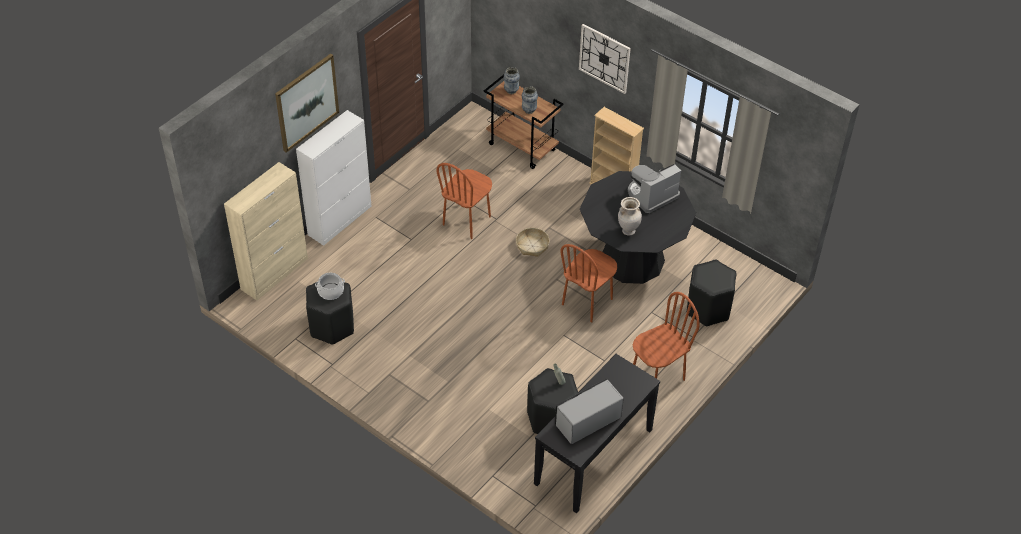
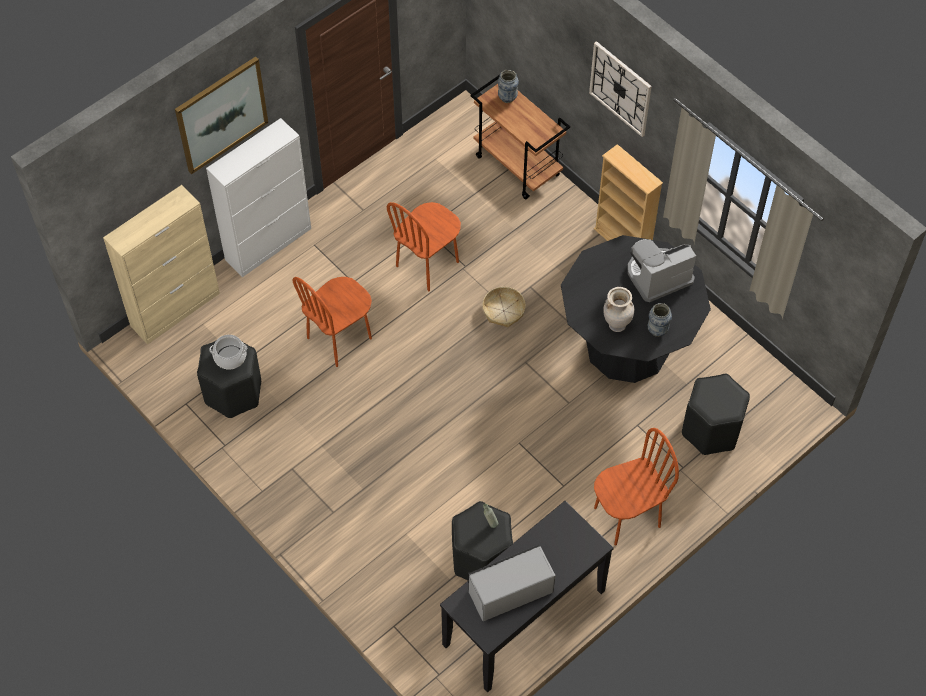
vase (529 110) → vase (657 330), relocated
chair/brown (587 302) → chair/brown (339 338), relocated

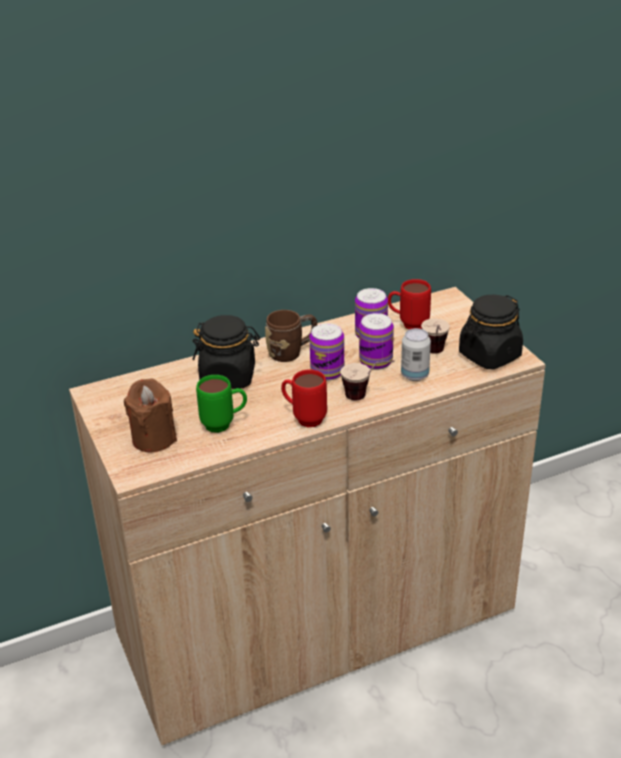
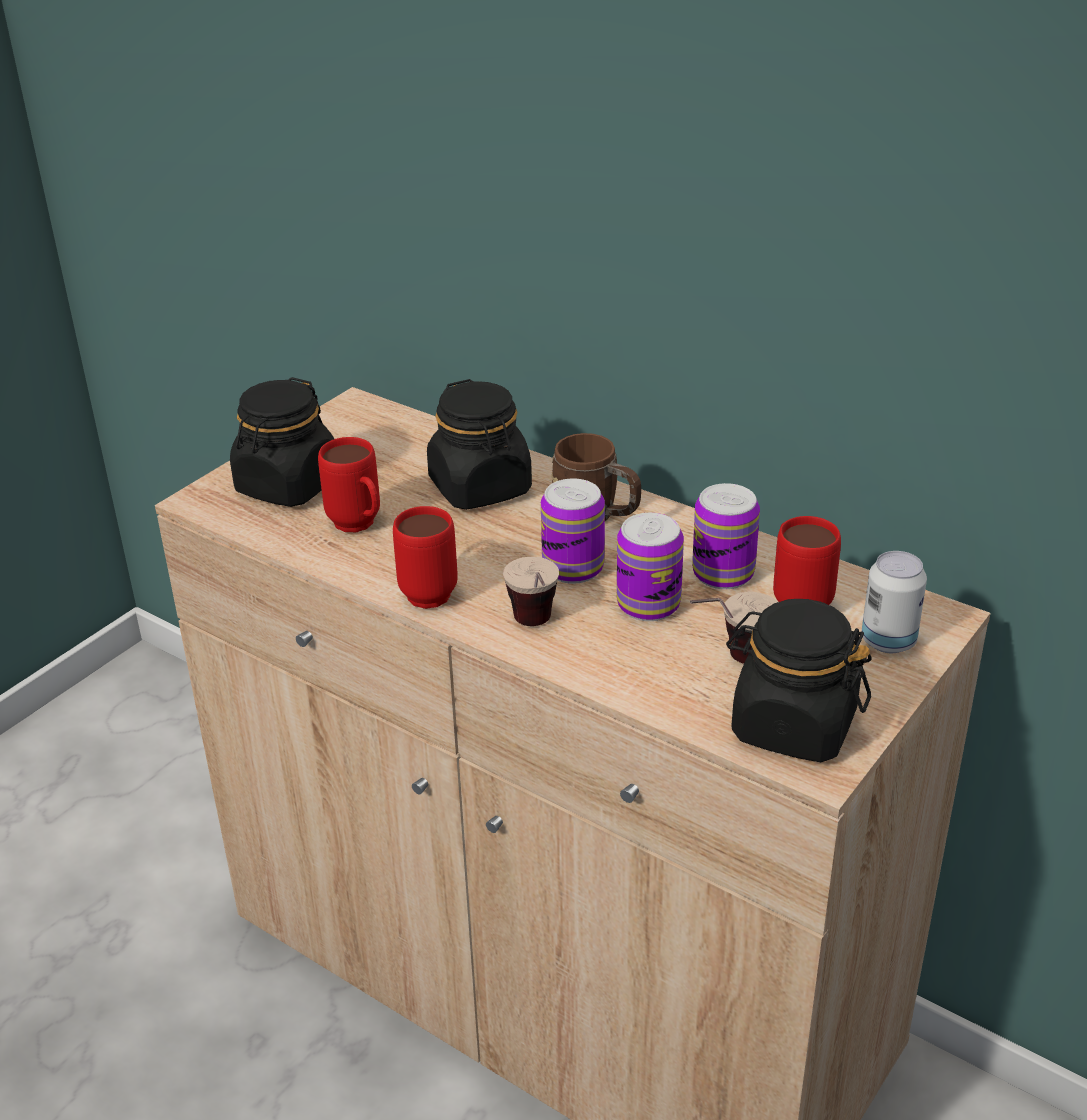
can (414 375) → can (888 641), relocated
candle/brown (154 438) → jar/black (288 485)
mug/green (224 425) → mug/red (359 527)

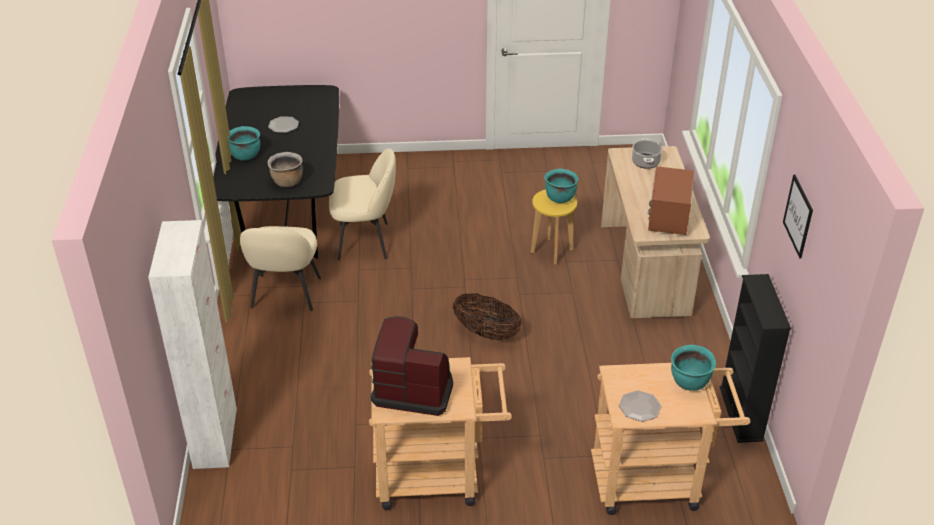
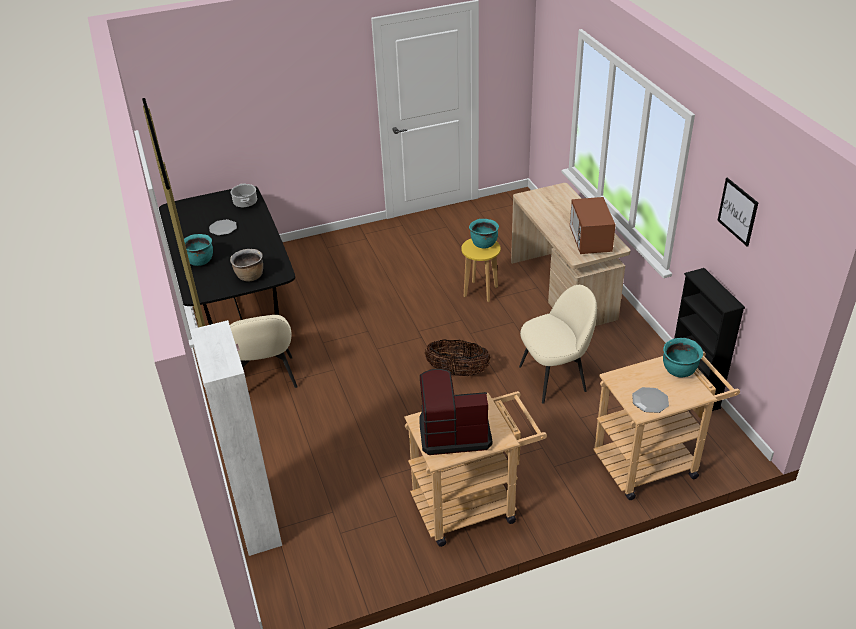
chair/beige (365 241) → chair/beige (554 378), relocated
cooking pot (645 162) → cooking pot (245 203), relocated

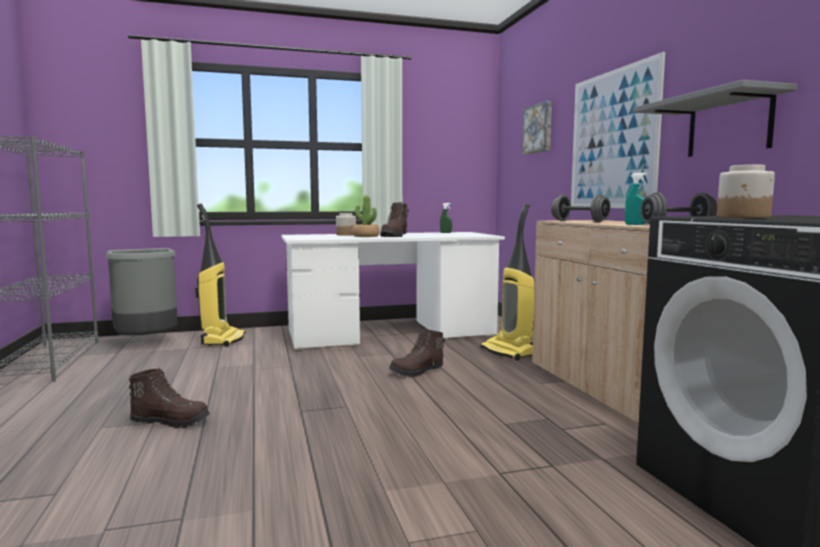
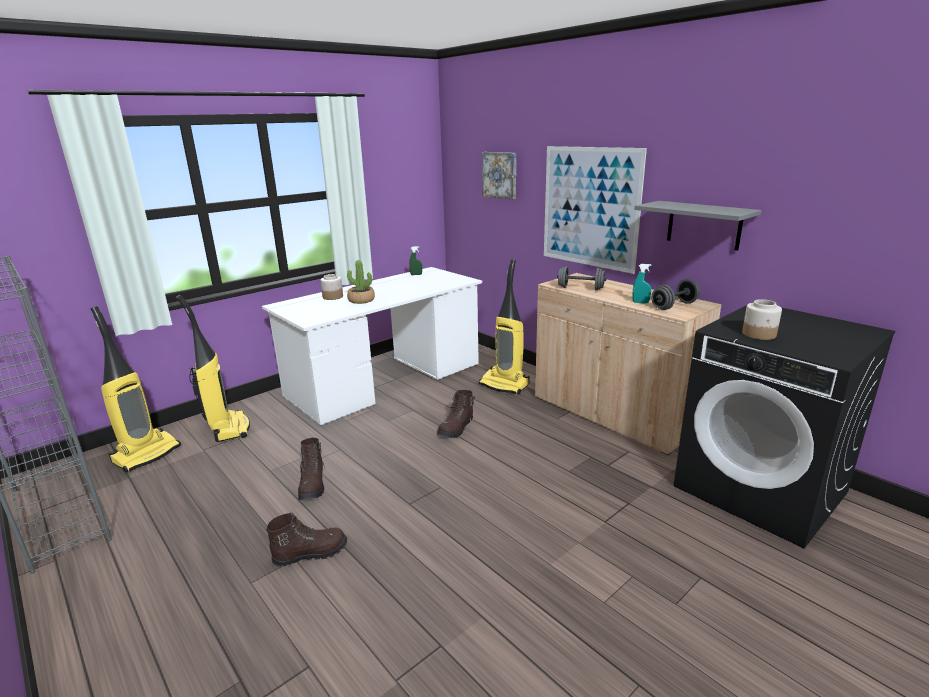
boot/brown (395 236) → boot/brown (313 485), relocated
trash can/grey (147 343) → vacuum cleaner (146 454)

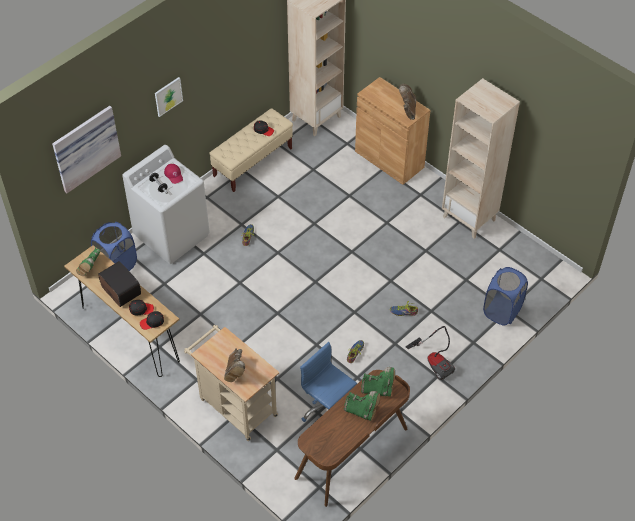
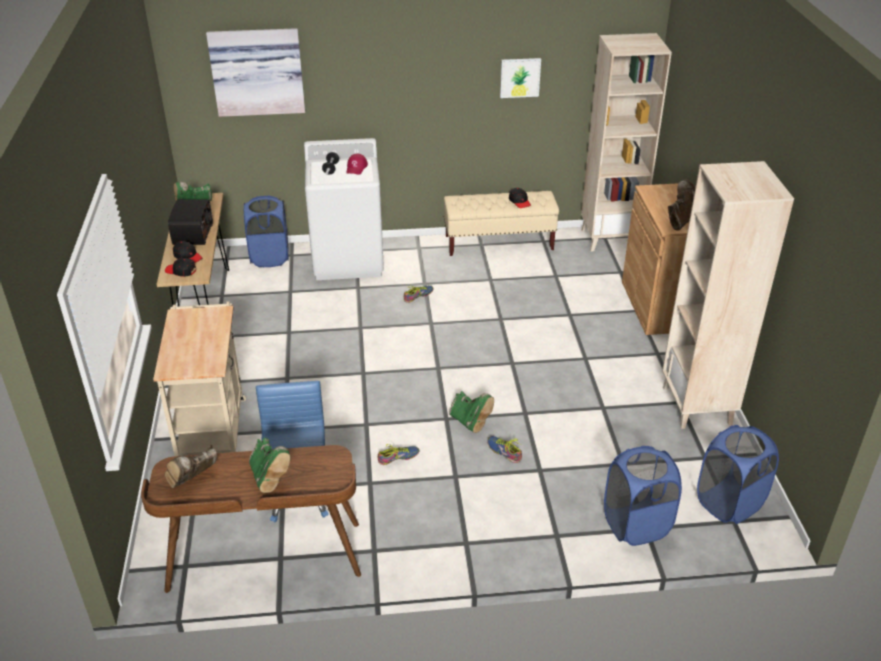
vacuum cleaner (435 362) → -
- → laundry basket/blue (729 503)
picture (168 96) → picture (520 77), relocated
boot/brown (235 372) → boot/brown (193 481), relocated
boot/green (378 390) → boot/green (470 422), relocated

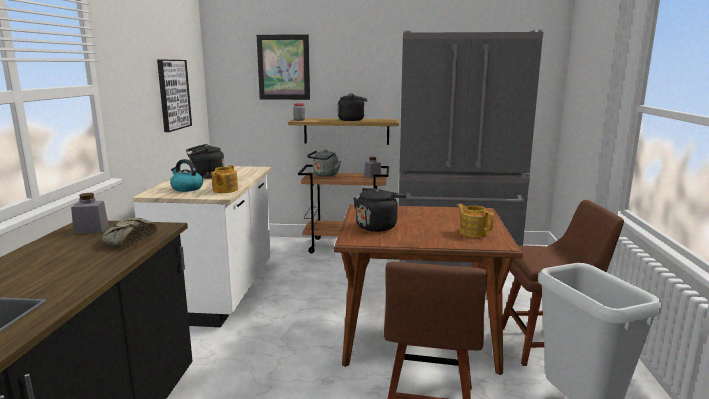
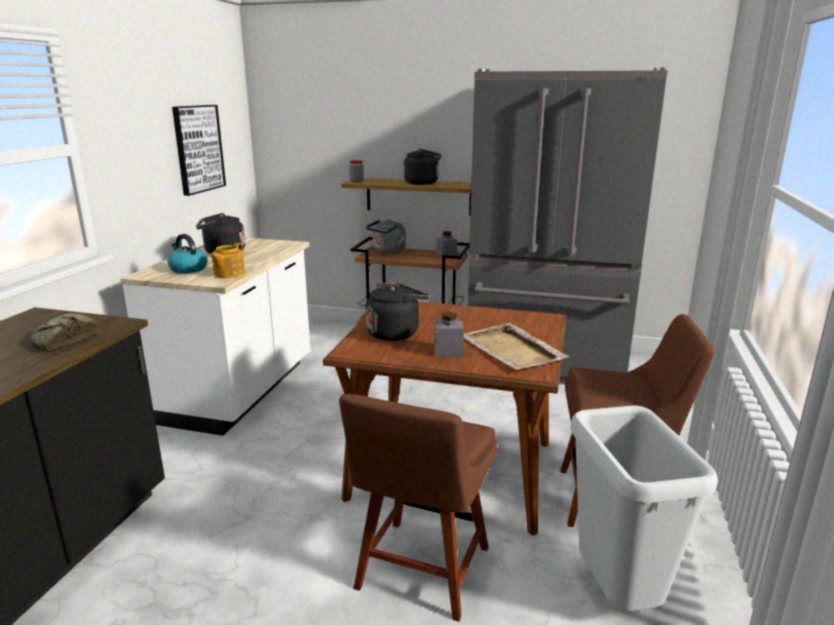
picture (283 67) → -
jar/grey (91 229) → jar/grey (448 352), relocated
teapot (473 232) → tray/beige (512 350)

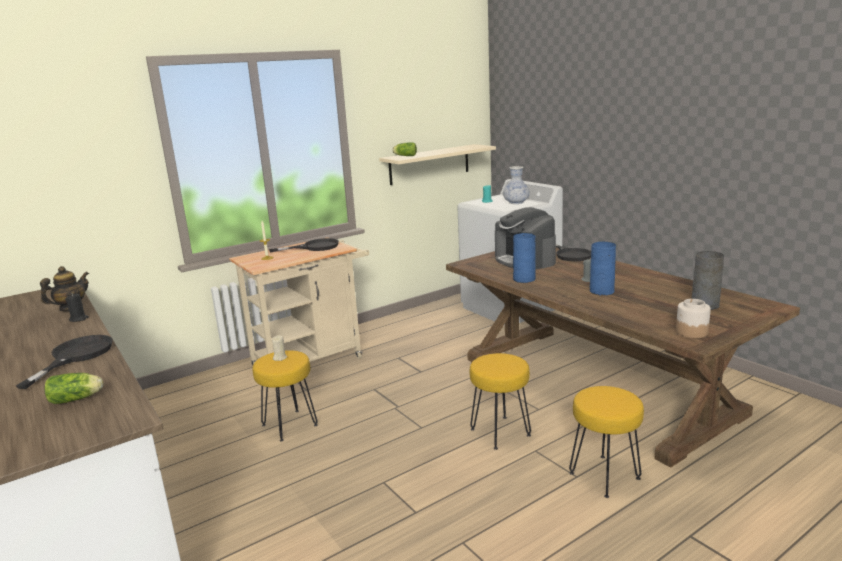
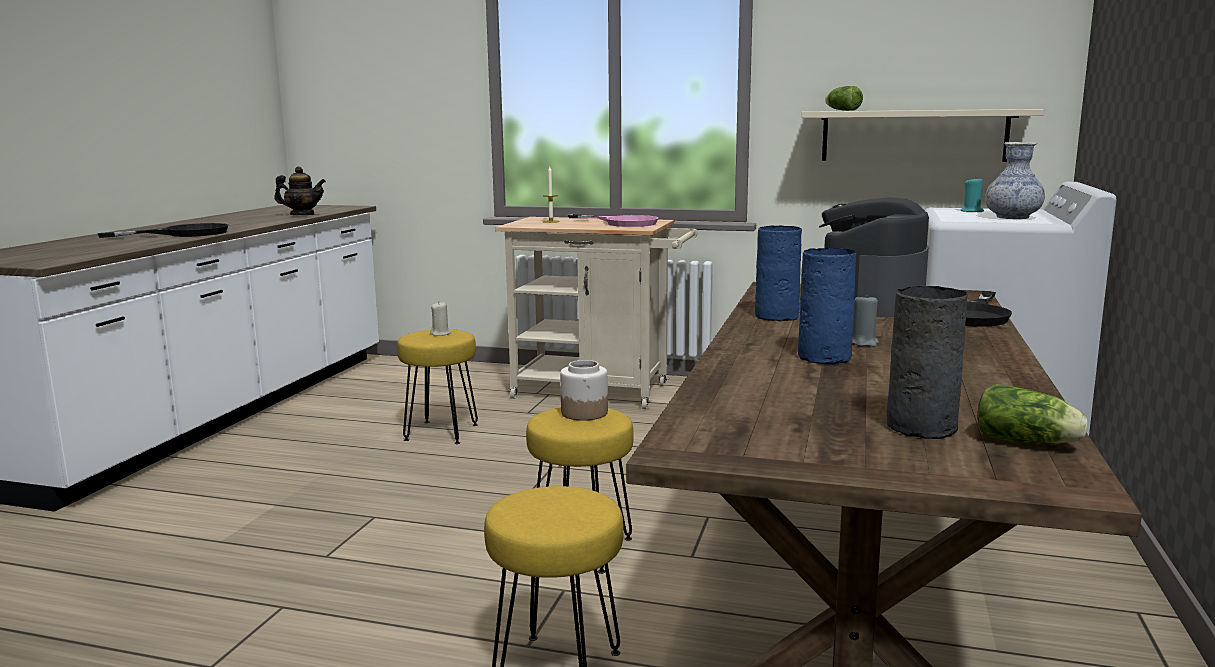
candle/black (79 319) → -
lettuce (77 399) → lettuce (1029 443), relocated
jar (691 332) → jar (585 413), relocated
frying pan/black (314 247) → frying pan/pink (623 223)

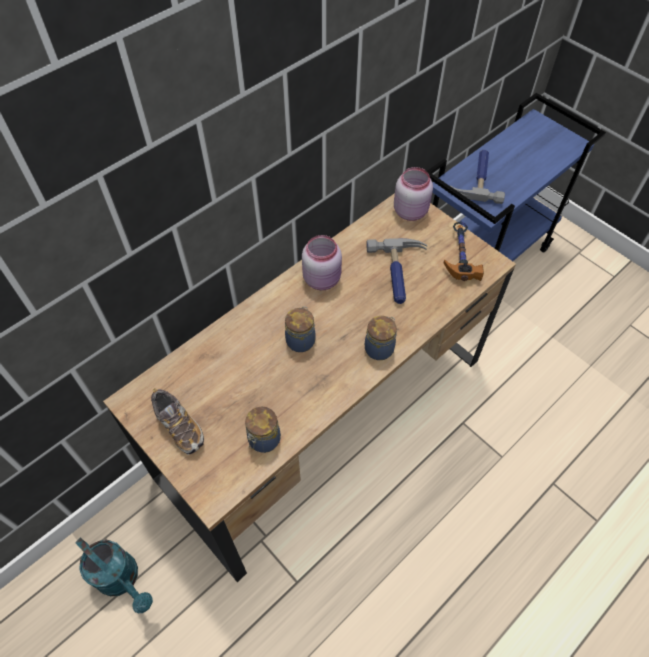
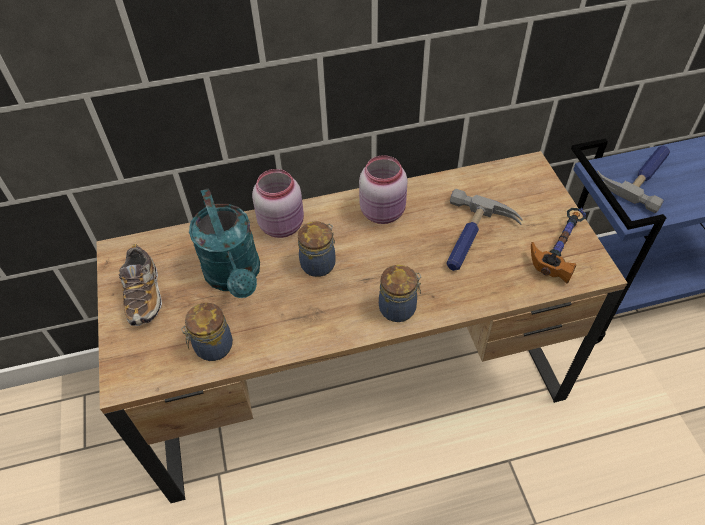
watering can/turquoise (122 579) → watering can/turquoise (235 276), relocated
jar/pink (411 211) → jar/pink (283 225), relocated

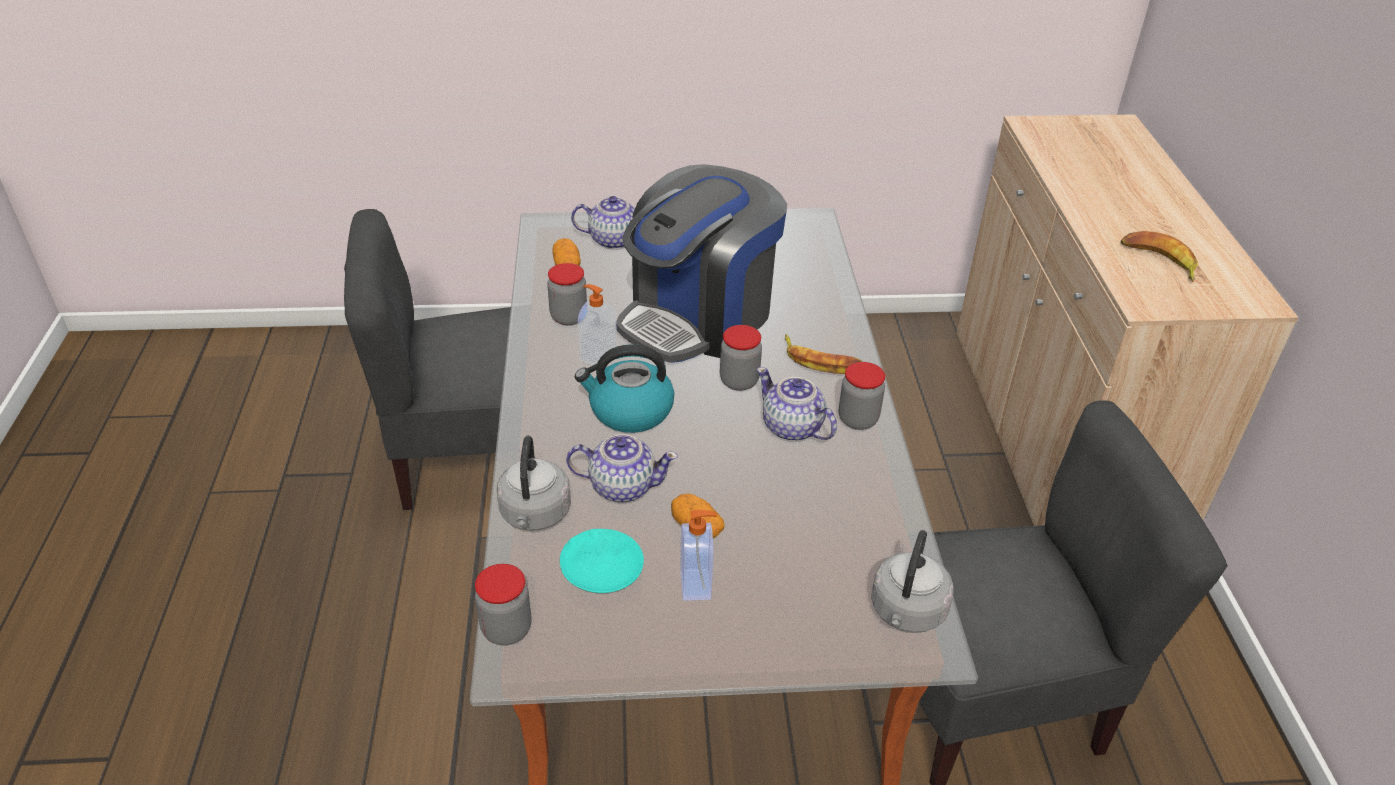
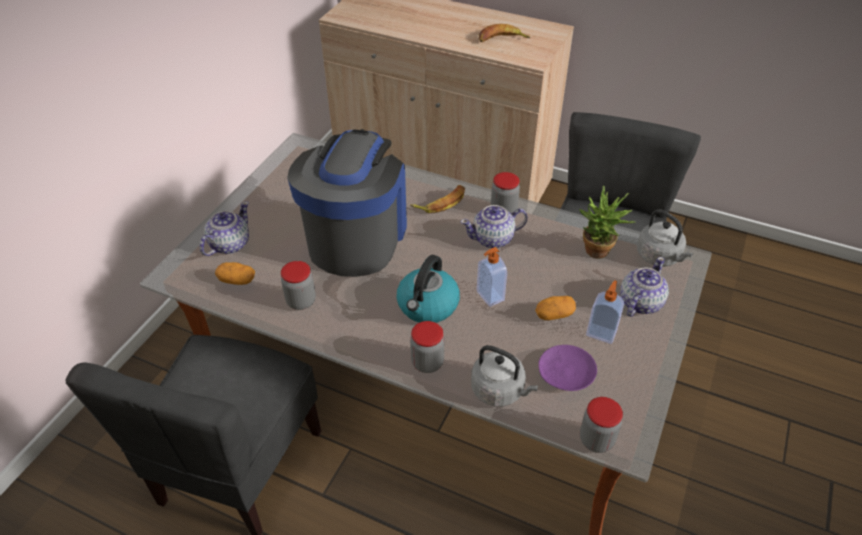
- → potted plant (597 254)
teapot (622 486) → teapot (639 303), relocated
soap dispenser (597 356) → soap dispenser (489 296), relocated
jar (739 381) → jar (427 362), relocated
plate/turquoise (601 567) → plate/purple (565 372)
coffee machine (699 317) → coffee machine (356 236), 150 degrees counterclockwise

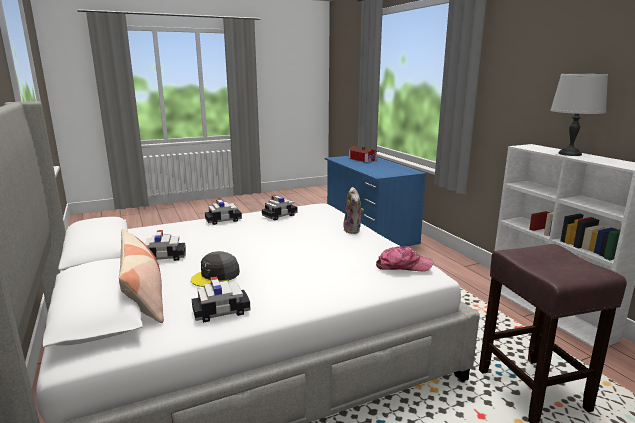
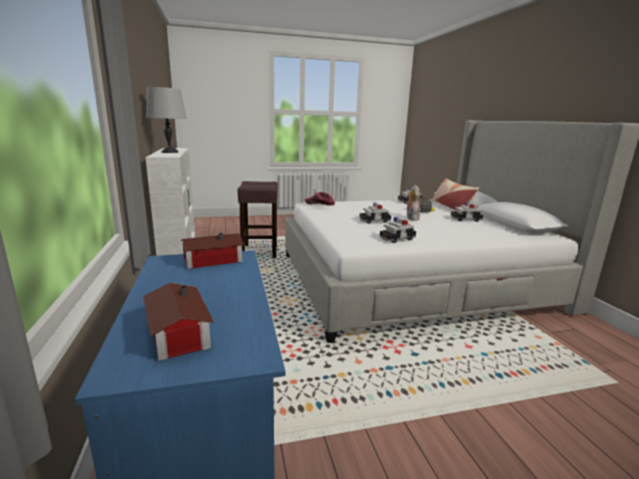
- → toy house (211 259)
toy car (223 220) → toy car (374 221), relocated
plush toy (353 230) → plush toy (411 218), relocated

